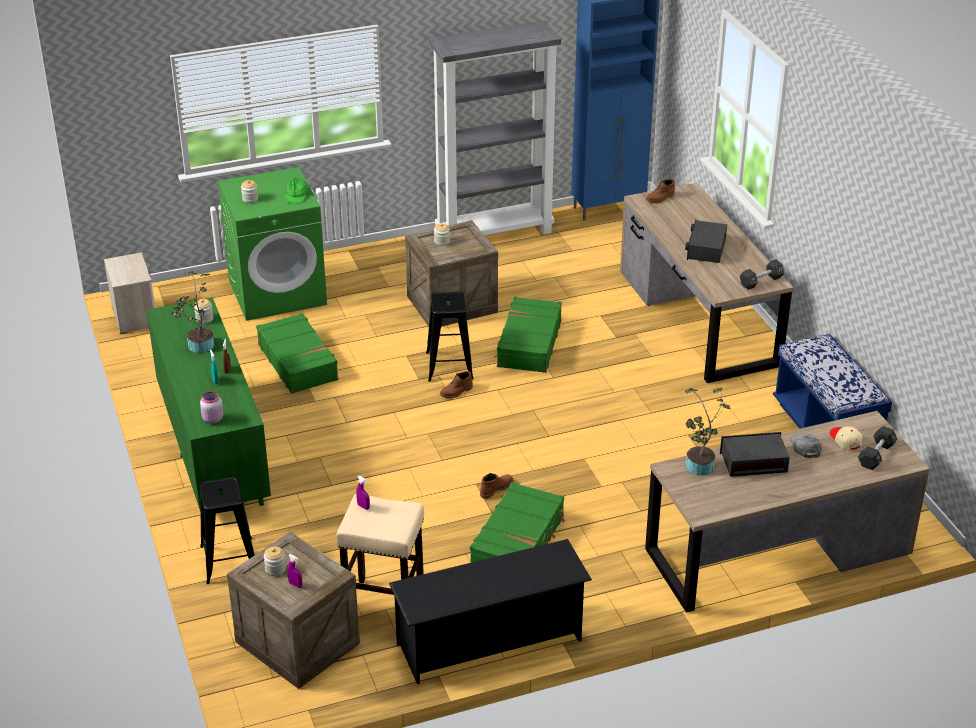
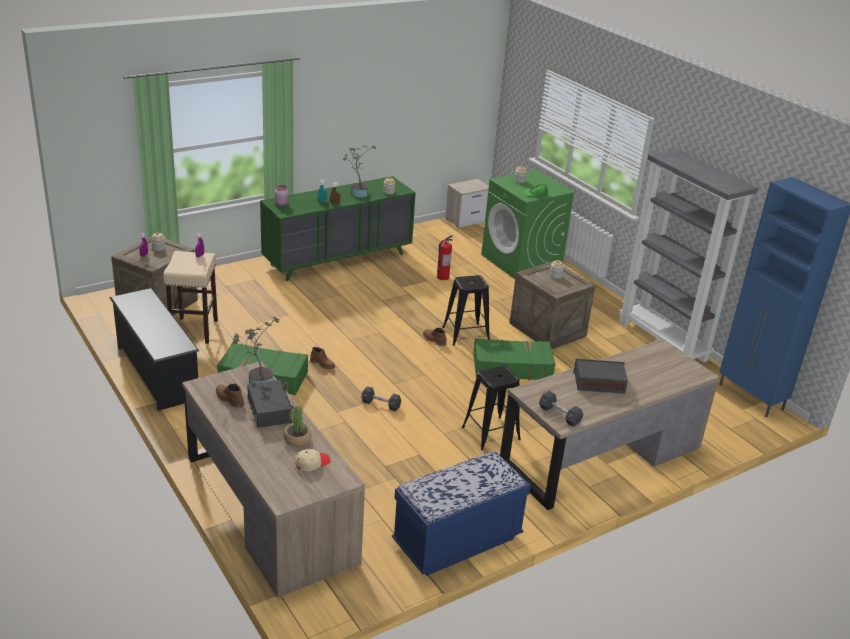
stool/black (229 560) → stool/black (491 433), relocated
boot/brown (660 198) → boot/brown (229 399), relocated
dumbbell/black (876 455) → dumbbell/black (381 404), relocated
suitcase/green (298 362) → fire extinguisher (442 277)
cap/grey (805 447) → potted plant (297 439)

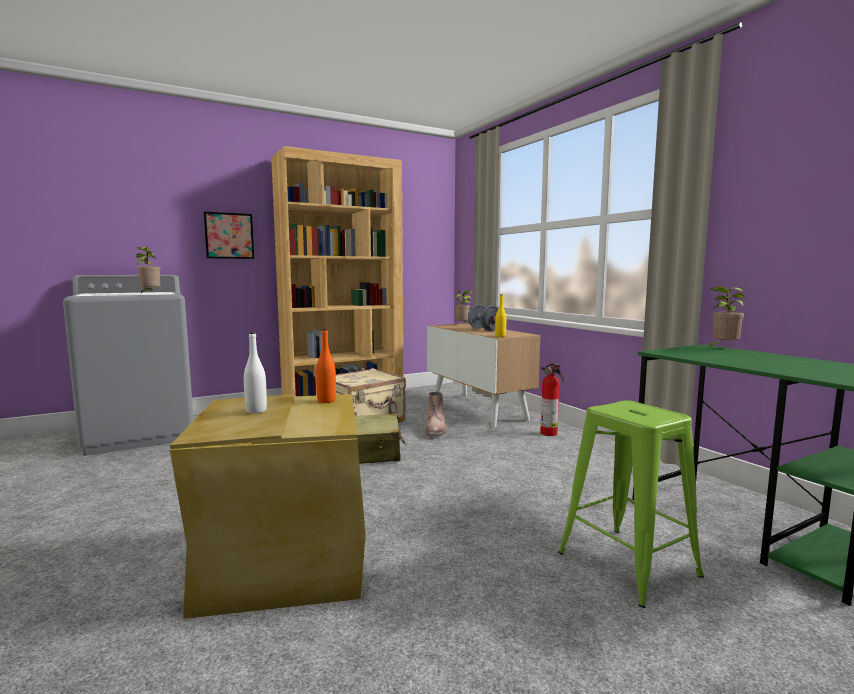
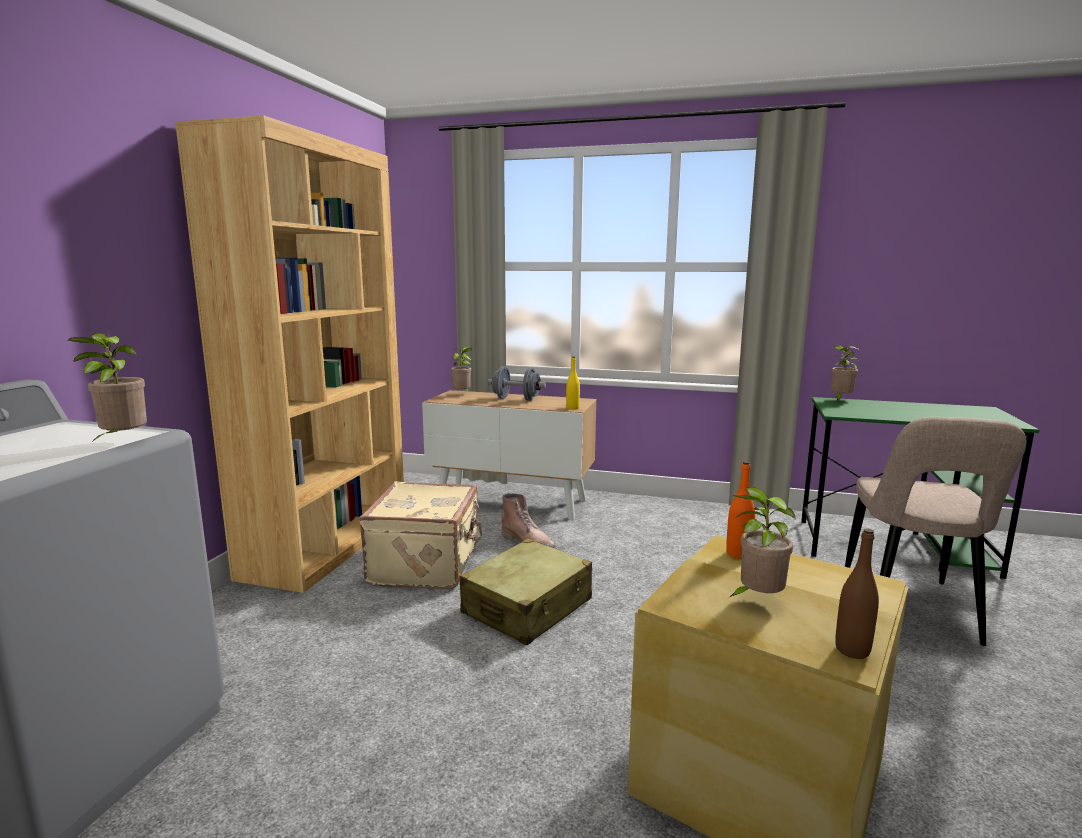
picture (229 235) → -
fire extinguisher (550 433) → -
- → bottle/brown (852 650)
bottle/white (256 411) → potted plant (757 599)
stool/green (628 565) → chair/beige (910 610)

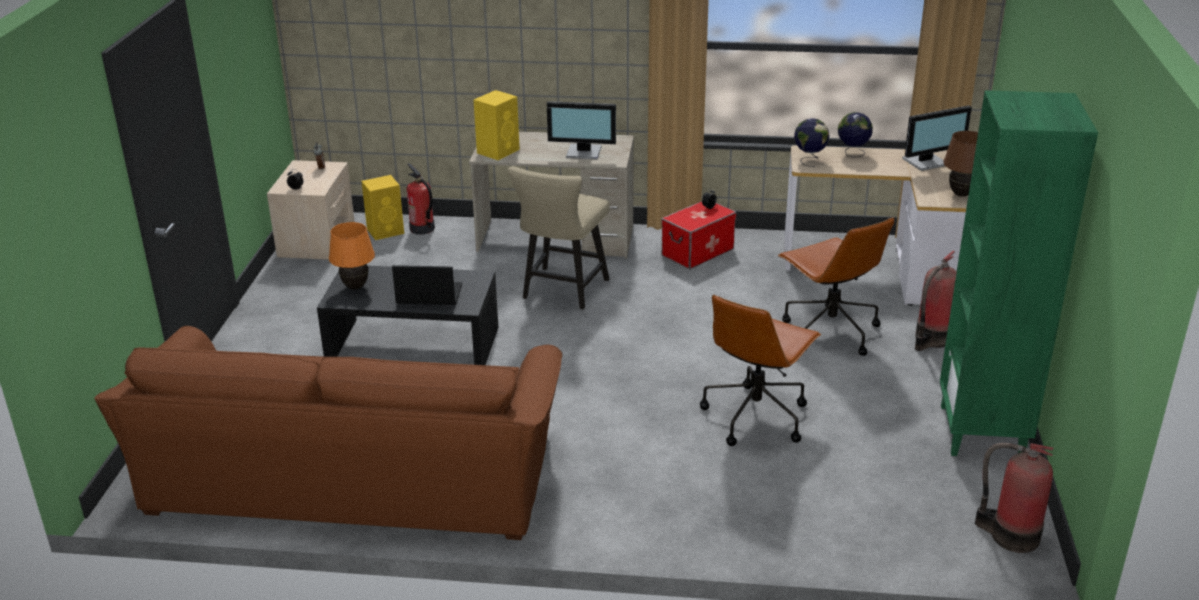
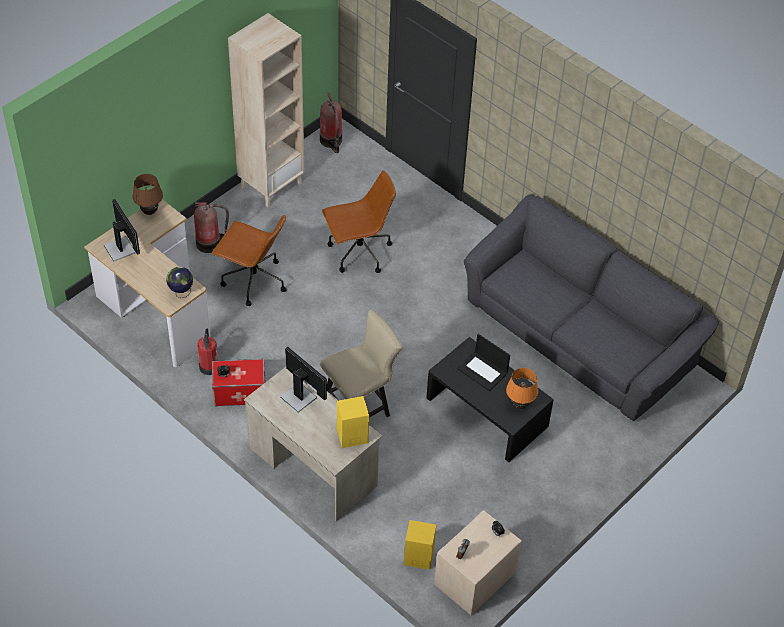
globe (852 154) → -
fire extinguisher (422 229) → fire extinguisher (209 366), relocated
sofa/brown (354 473) → sofa/grey (579 334)
bookcase/green (982 432) → bookcase/beige (271 184)
office chair/brown (829 331) → office chair/brown (253 280), 105 degrees clockwise
monitor (926 162) → monitor (121 248), 45 degrees clockwise

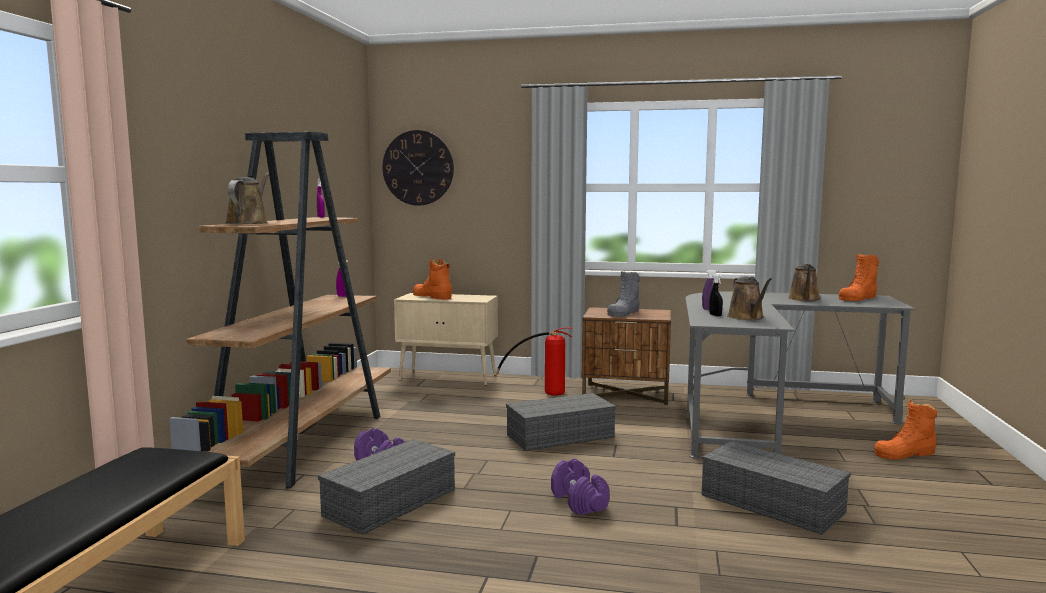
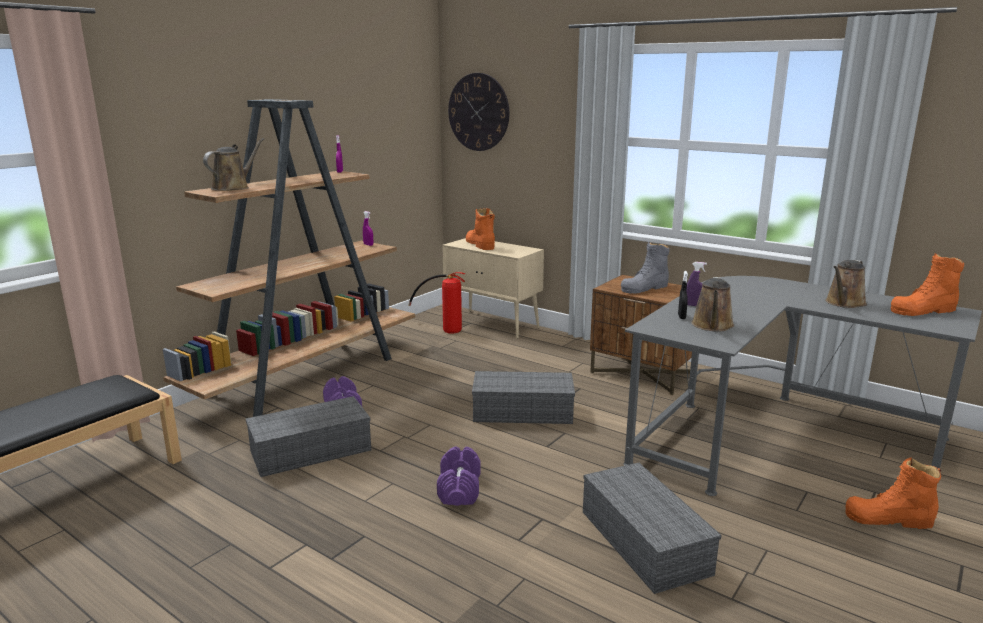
fire extinguisher (542 392) → fire extinguisher (443 328), relocated

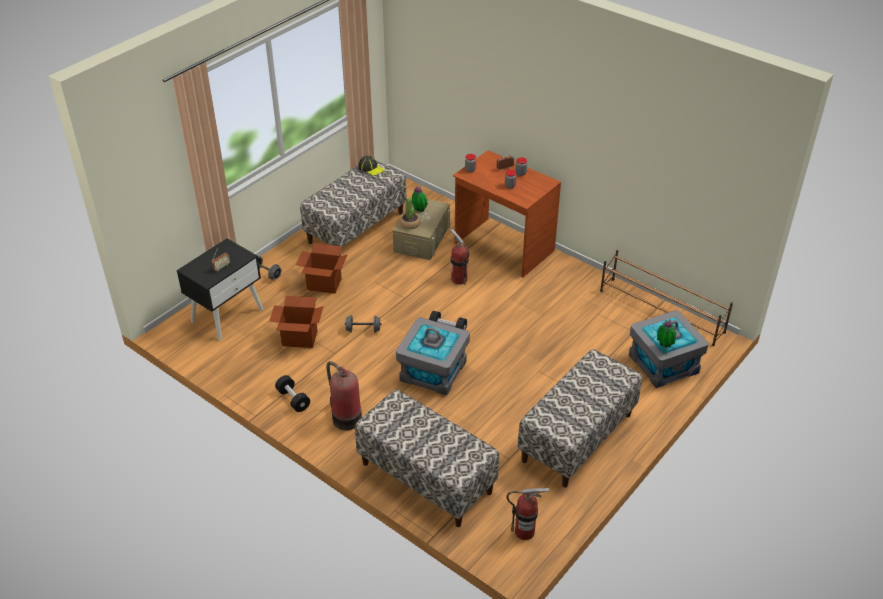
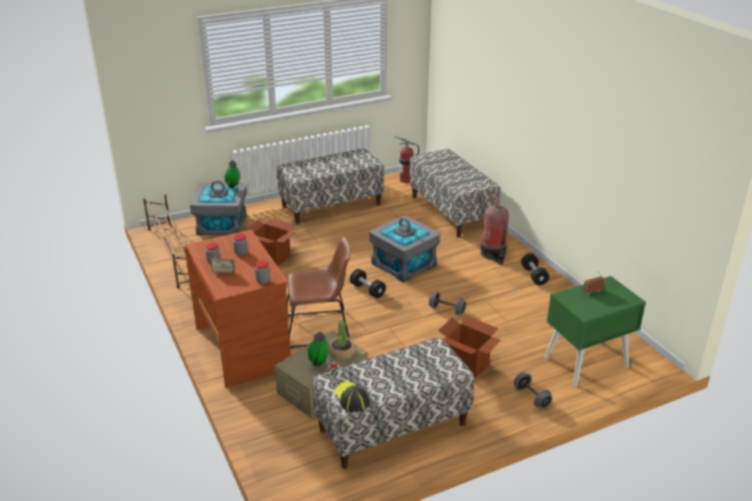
cardboard box (299 338) → cardboard box (272 257), relocated
fire extinguisher (459 279) → chair/brown (320 329)
nightstand/black (227 315) → nightstand/green (586 362)

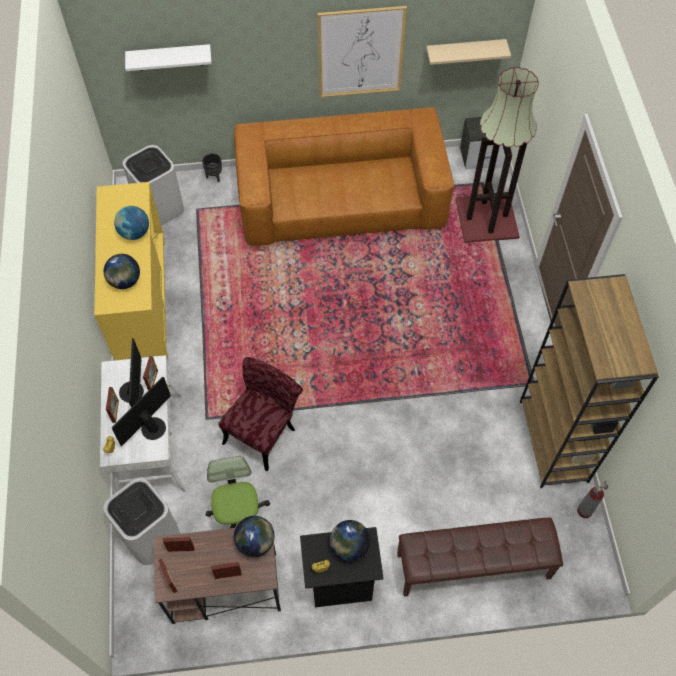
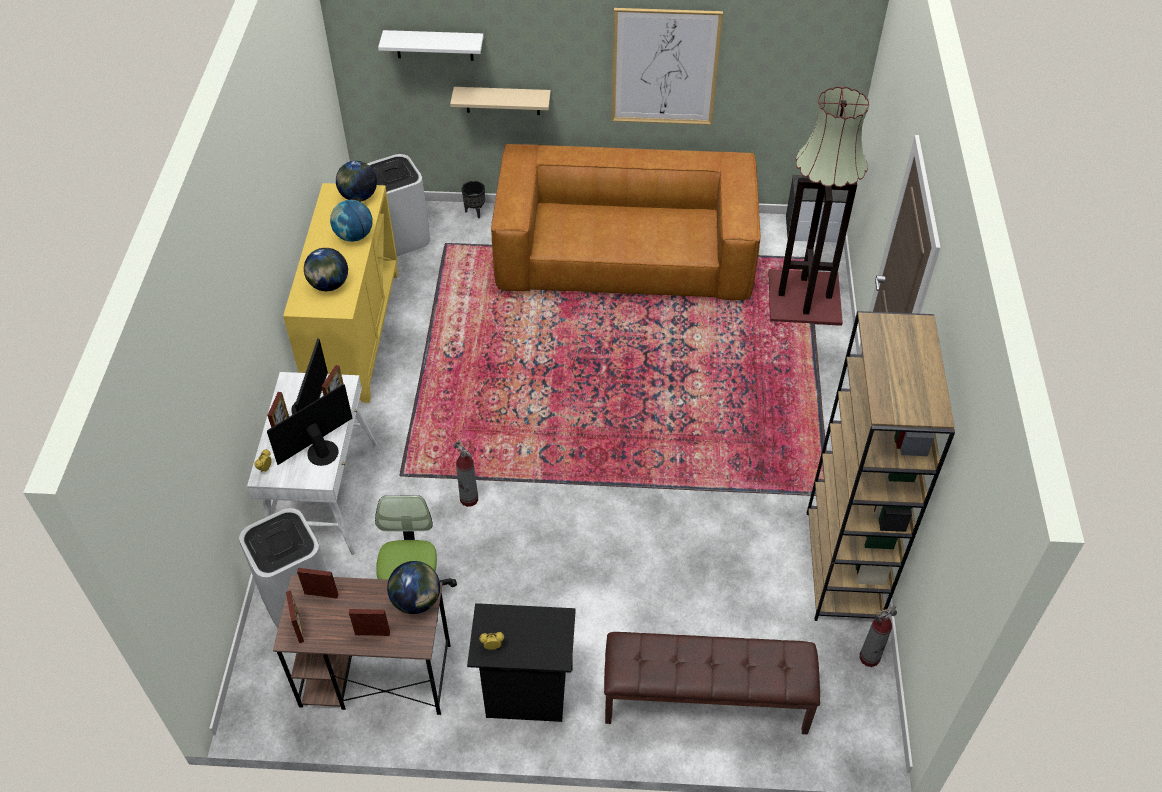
globe (349 546) → globe (358 196), relocated
shelf/beige (465 52) → shelf/beige (502 100), relocated
chair/red (264 430) → fire extinguisher (469 499)

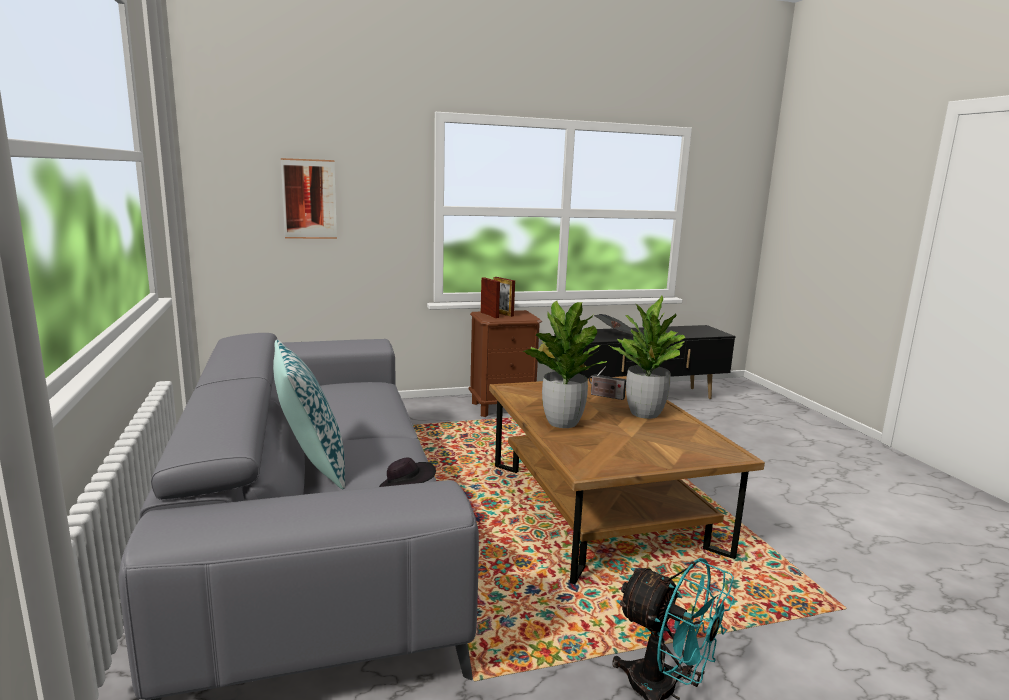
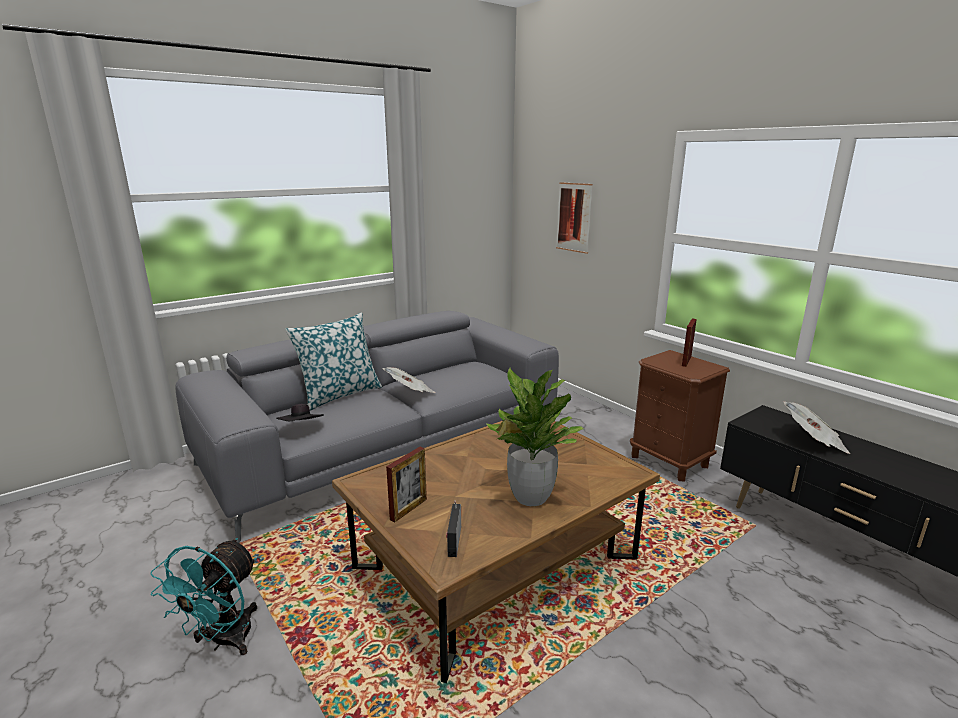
potted plant (562 423) → -
- → newspaper (410 392)
picture frame (489 315) → picture frame (408 509), relocated
radio (605 396) → radio (454 539), relocated

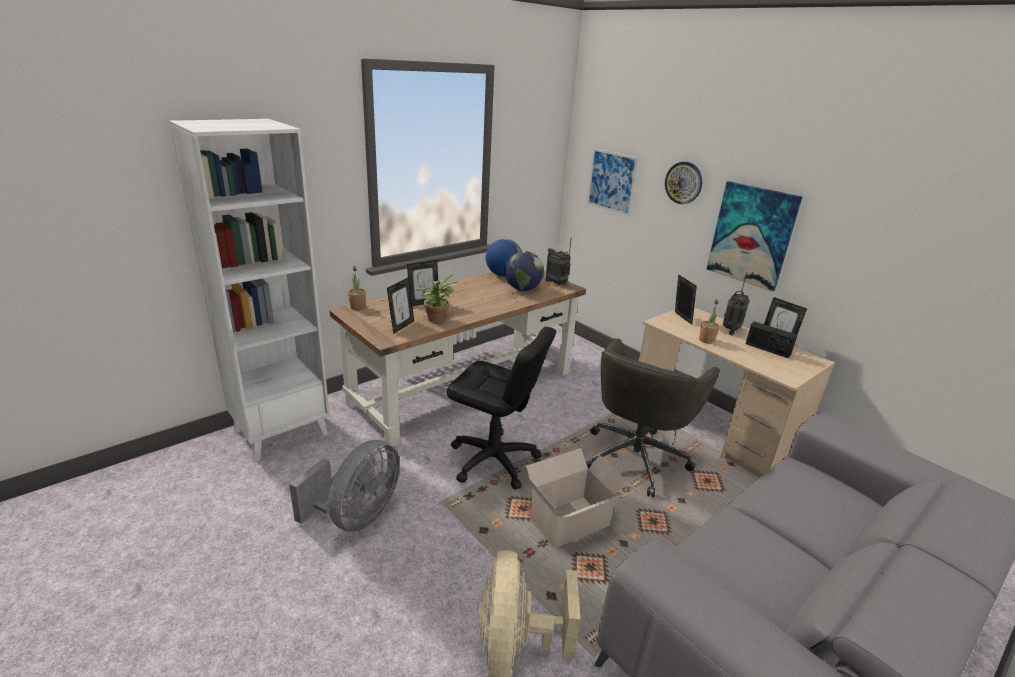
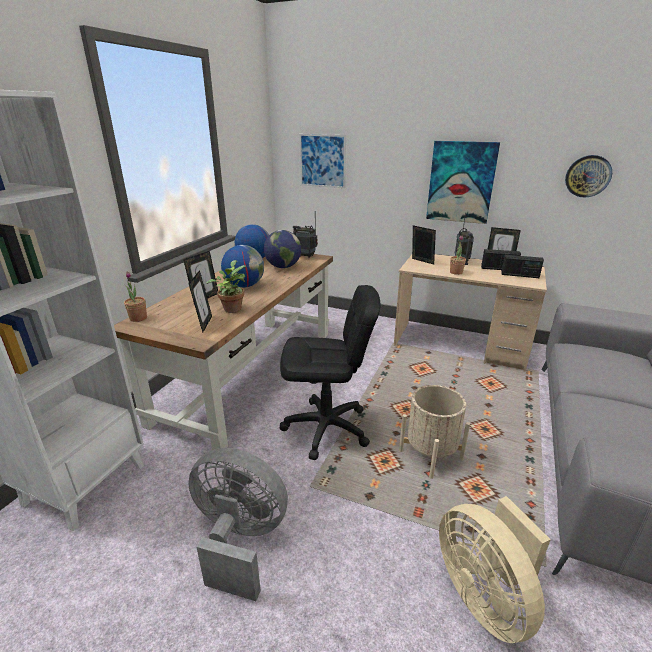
office chair/grey (636 456) → -
- → globe (244 286)
- → radio (520 275)
wall clock (684 182) → wall clock (588 176), relocated
cardboard box (571 521) → planter/beige (430 455)
fan/grey (356 517) → fan/grey (239 540), 75 degrees counterclockwise

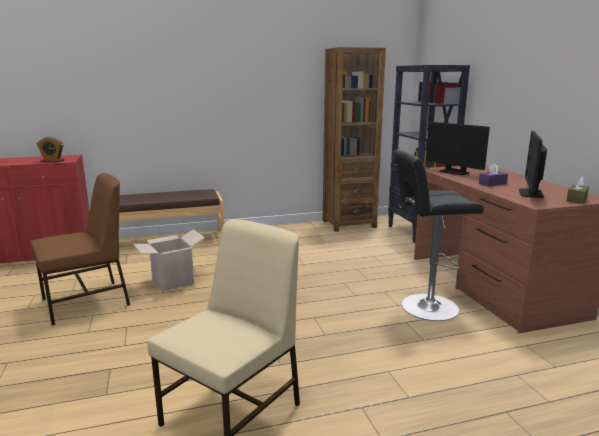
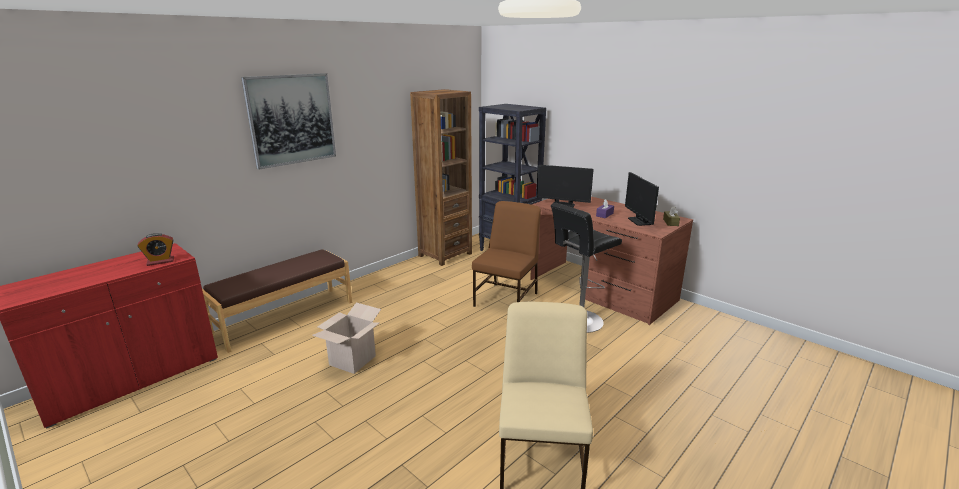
- → picture (291 119)
chair/brown (88 302) → chair/brown (507 299), relocated

